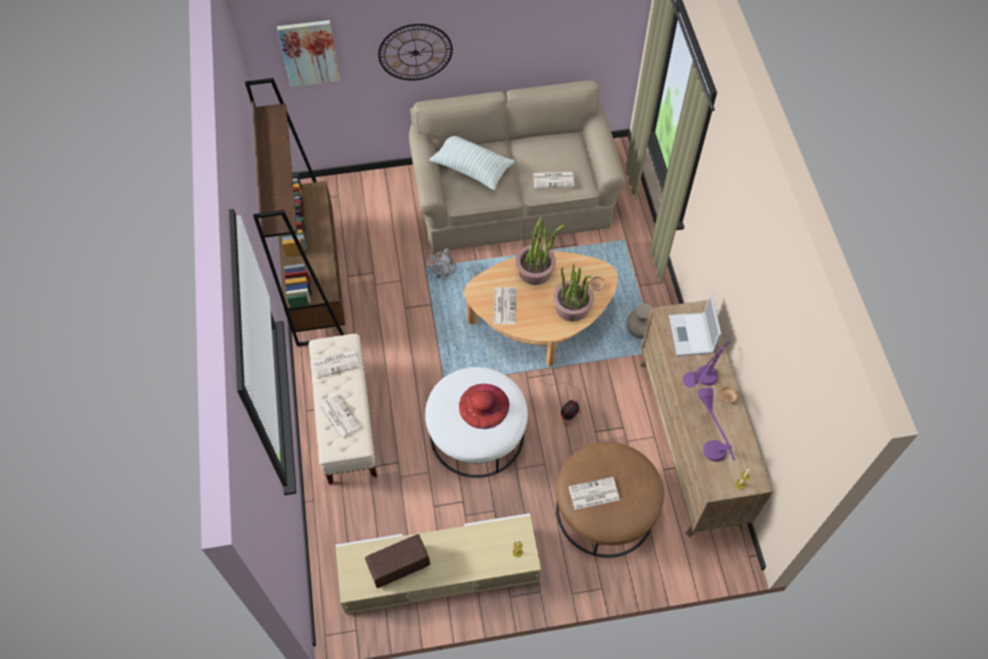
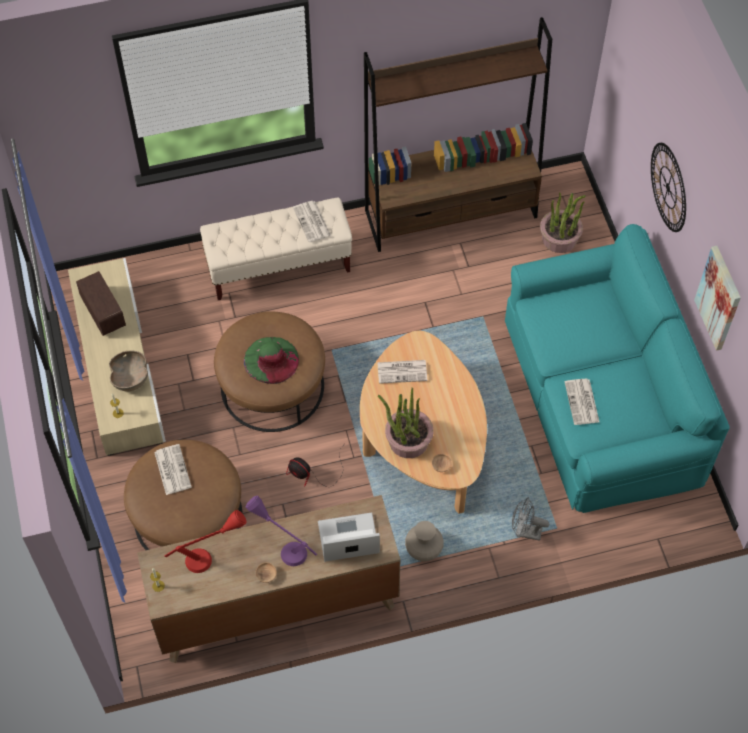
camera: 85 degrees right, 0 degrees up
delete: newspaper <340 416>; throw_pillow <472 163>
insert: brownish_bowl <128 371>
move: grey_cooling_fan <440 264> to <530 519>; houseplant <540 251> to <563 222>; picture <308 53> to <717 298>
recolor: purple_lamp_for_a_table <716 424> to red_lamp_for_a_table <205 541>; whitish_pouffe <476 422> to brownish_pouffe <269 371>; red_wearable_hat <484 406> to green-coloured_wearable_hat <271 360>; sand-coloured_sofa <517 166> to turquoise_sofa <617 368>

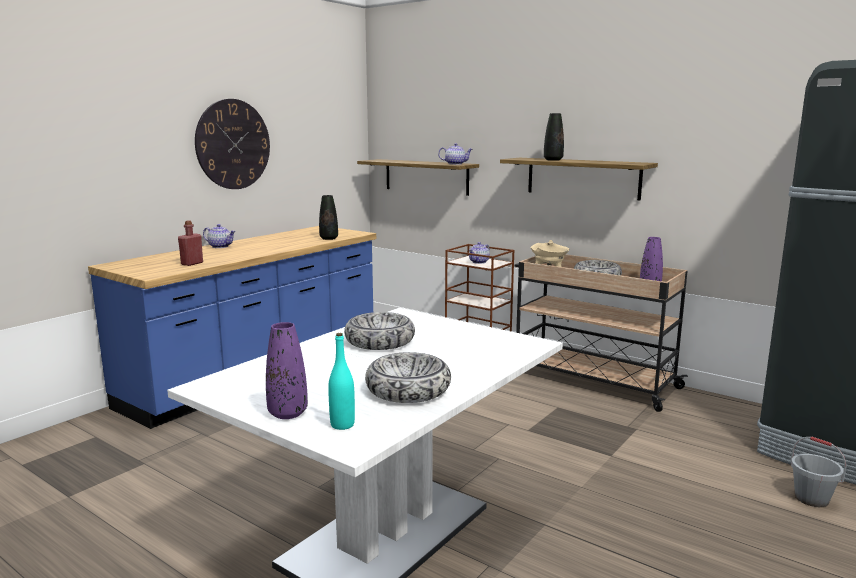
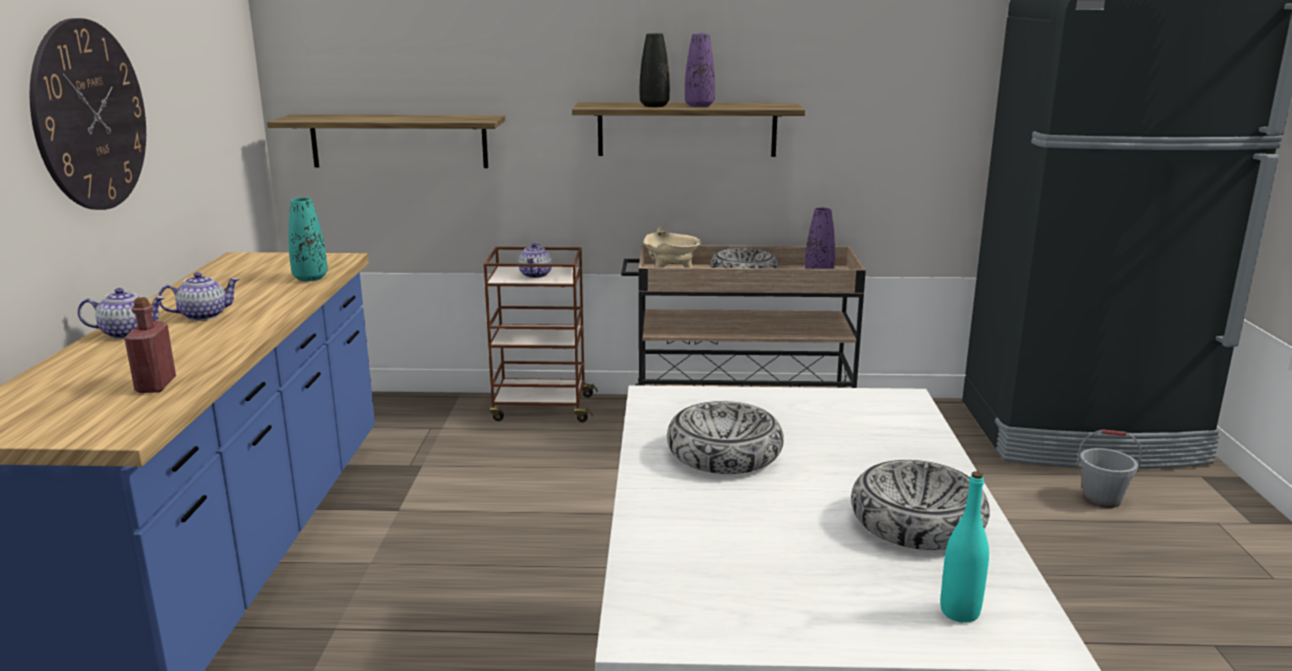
camera: 35 degrees left, 5 degrees up
move: tea_pot <455 154> to <199 296>; purple_flower_vase <287 370> to <700 70>
recolor: black-coloured_flower_vase <328 217> to turquoise_flower_vase <308 240>

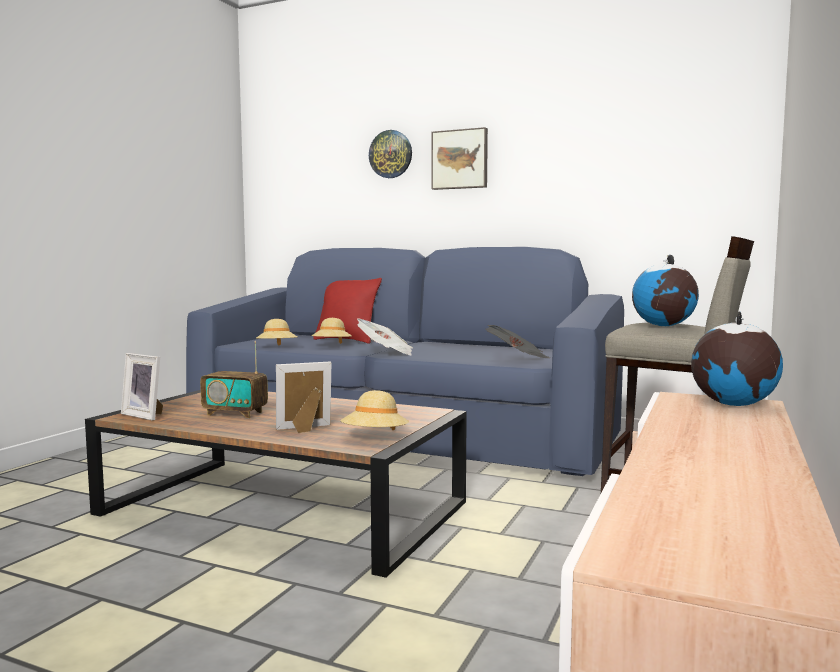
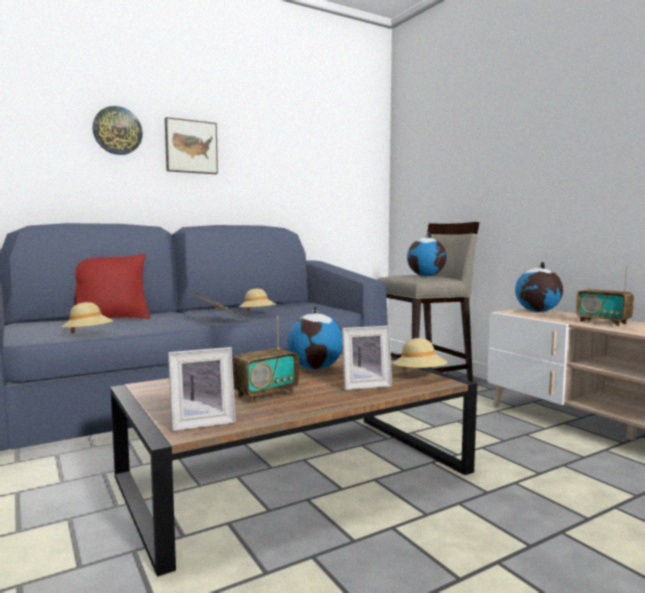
camera: 55 degrees left, 0 degrees up
delete: newspaper <517 341>
insert: world_globe <314 337>; radio_receiver <605 296>
move: sand-coloured_wearable_hat <331 331> to <257 301>
rotate: picture_frame <303 397> = <367 358> 120 degrees counterclockwise

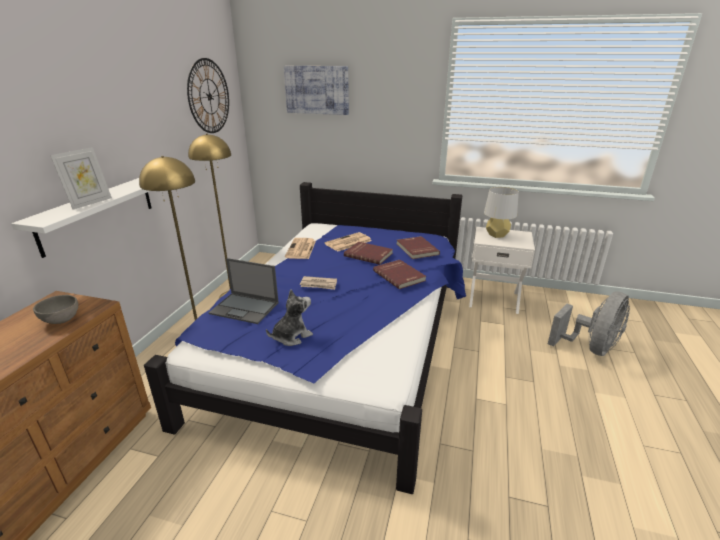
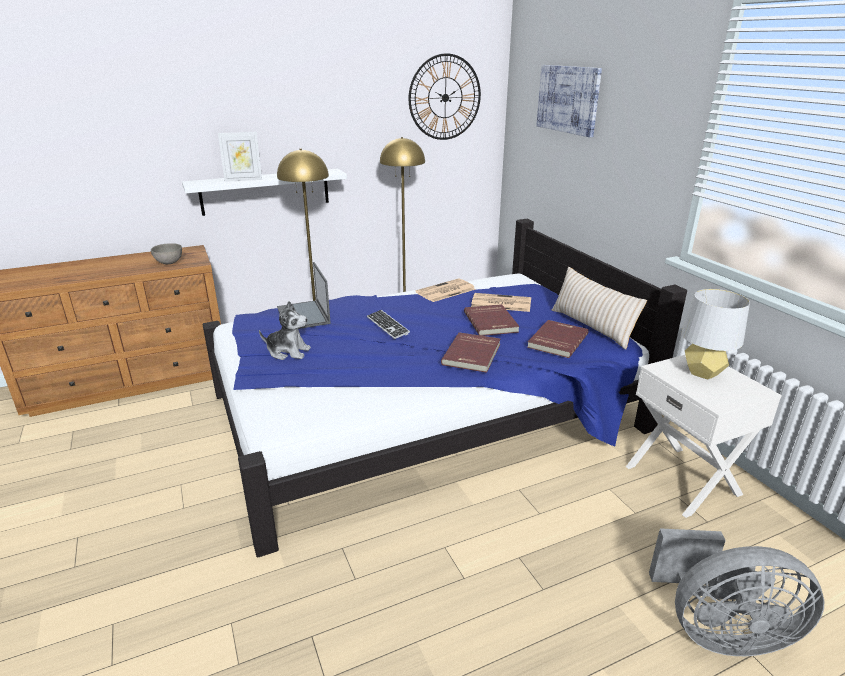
camera: 50 degrees right, 0 degrees up
insert: sand-coloured_throw_pillow <599 308>
replace: newspaper <318 283> to computer_keyboard <388 324>

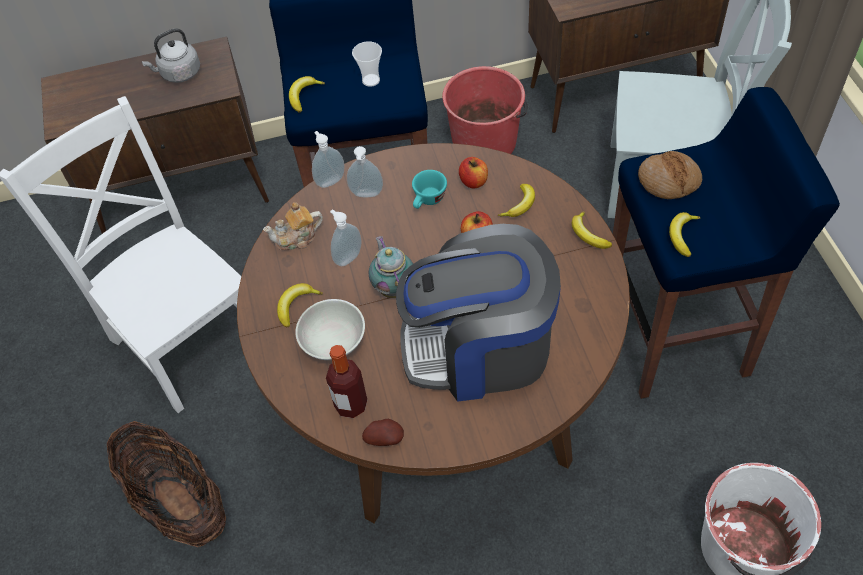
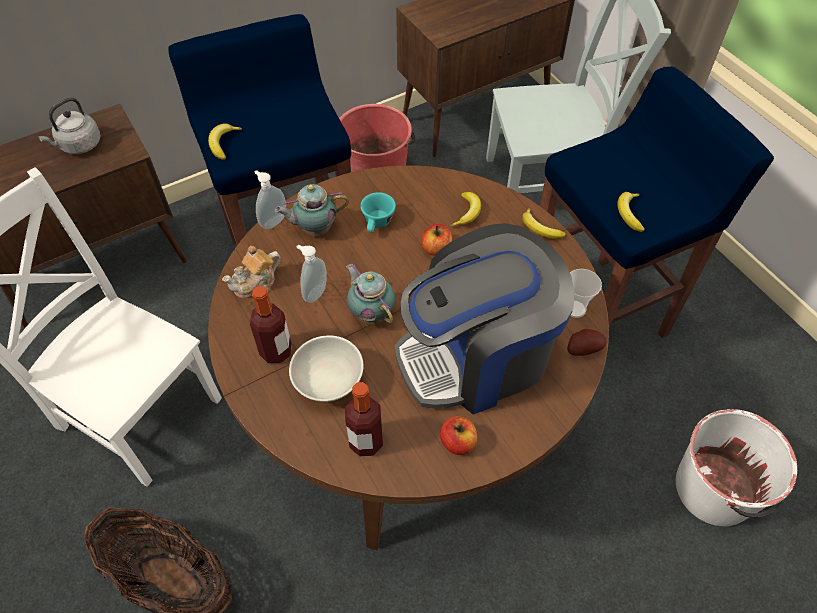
camera: 20 degrees left, 0 degrees up
delete: bakery_bread <670 175>
move: apple_fruit <473 172> to <458 436>; whole_potato <383 432> to <587 342>; small_cup <367 64> to <586 293>
replace: banana_fruit <300 305> to bottle <271 325>; soap_dispenser <365 171> to tea_pot <312 210>

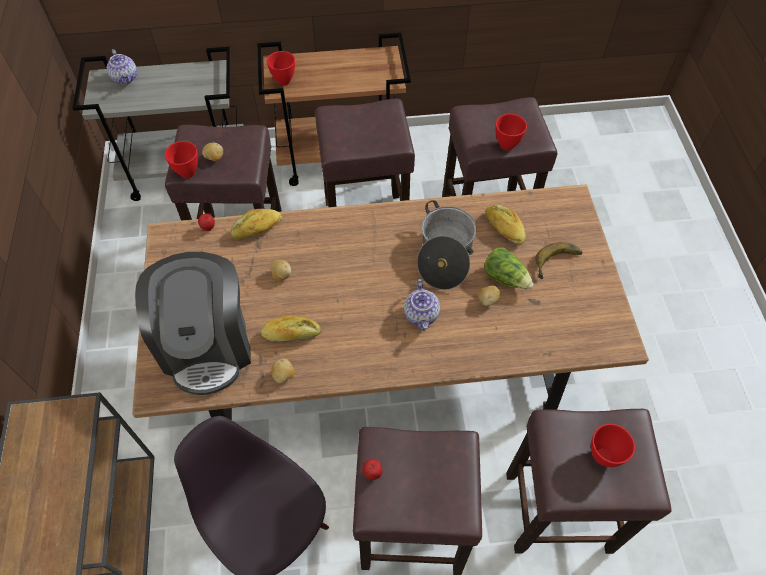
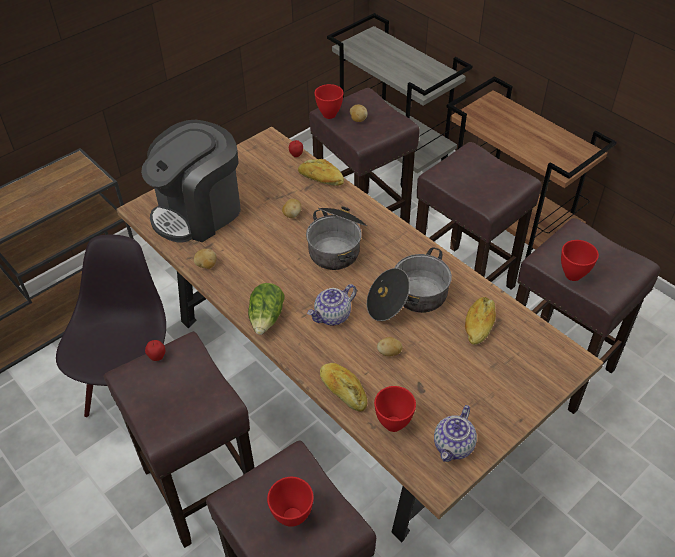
camera: 55 degrees right, 10 degrees down
delete: banana_fruit <558 260>
insert: stockpot <336 238>
move: lettuce_head <508 268> to <266 309>; bakery_bread <291 328> to <343 387>; red_bowl <281 68> to <395 409>; tea_pot <122 67> to <455 433>

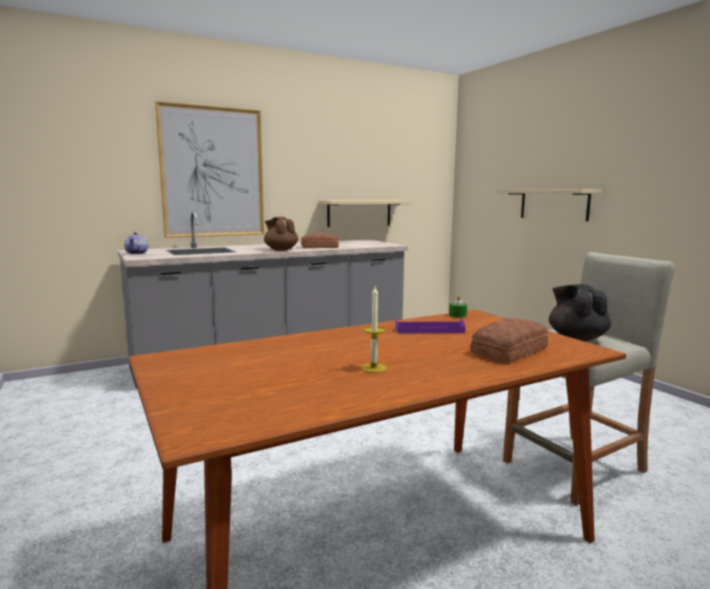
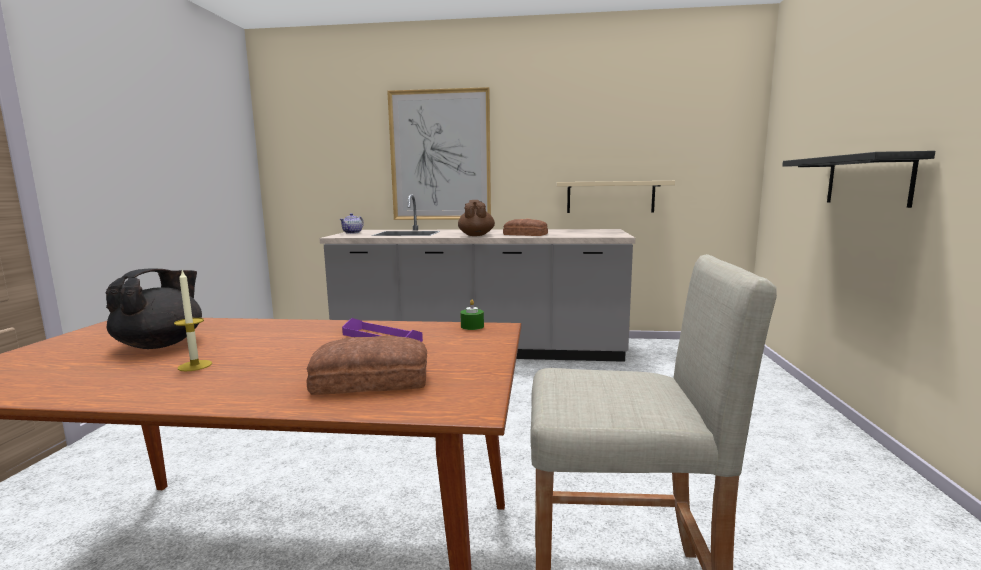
camera: 35 degrees right, 0 degrees up
move: black-coloured_tea_pot <580 312> to <154 308>
recolor: sand-coloured_bracket_shelf <549 205> to black-coloured_bracket_shelf <858 179>

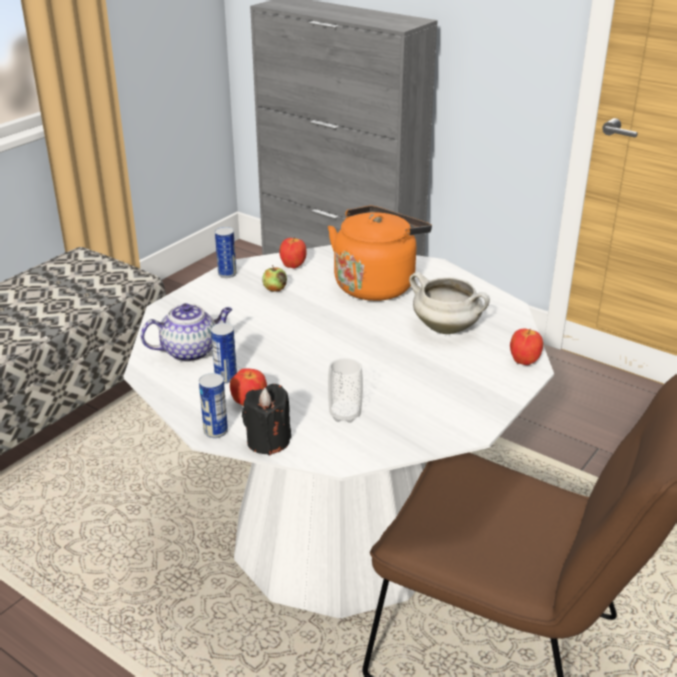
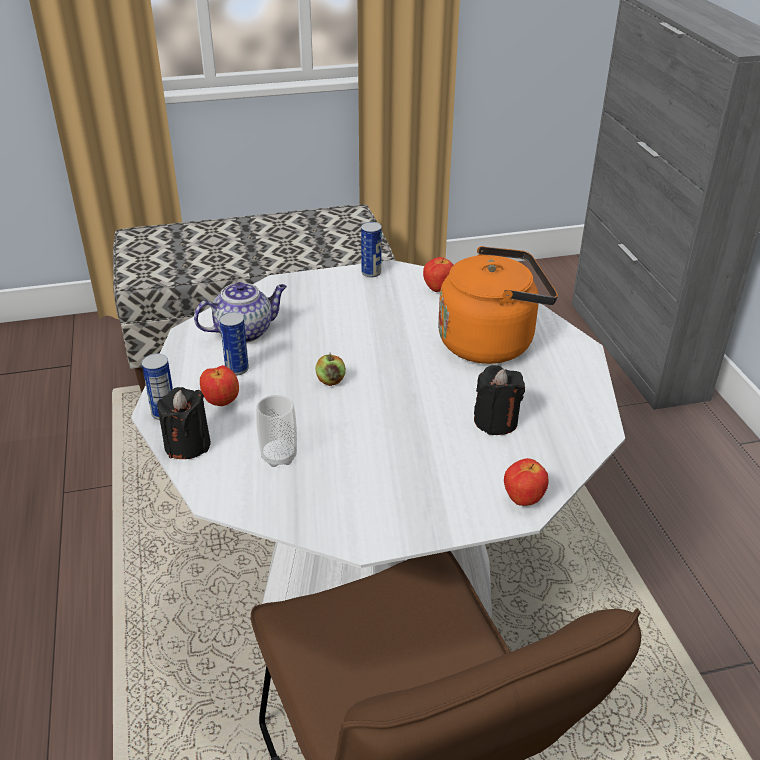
camera: 40 degrees right, 5 degrees up
move: apple_fruit <275 278> to <330 369>
replace: whitish_stockpot <449 303> to black-coloured_wax_light <499 400>
rotate: tea_pot <186 332> = <240 312> 45 degrees counterclockwise

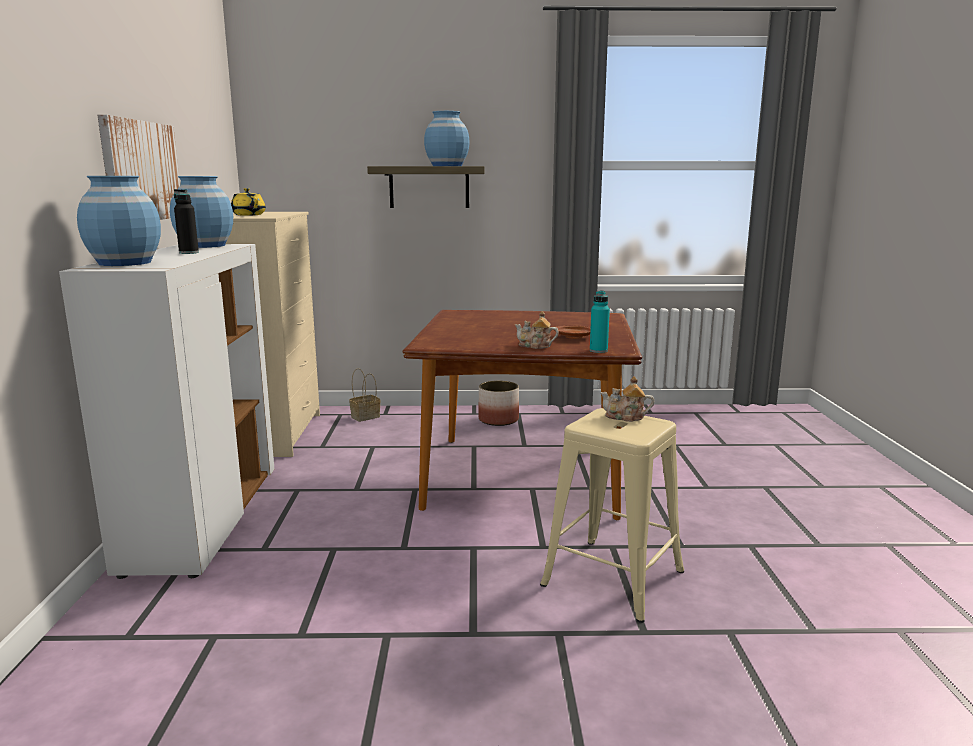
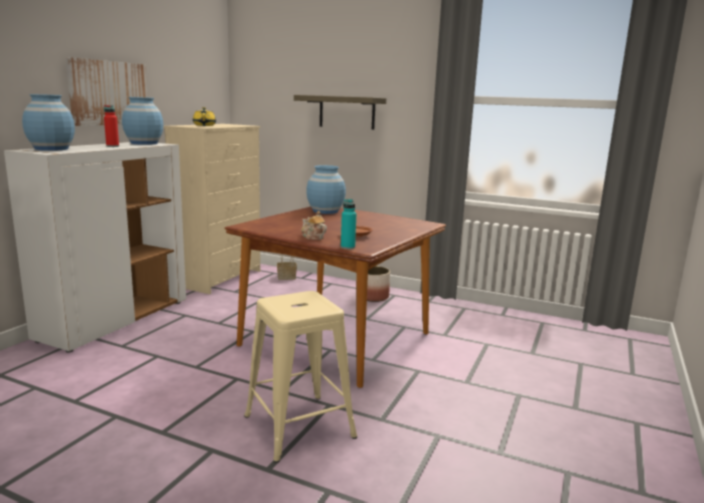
camera: 25 degrees right, 0 degrees up
delete: tea_pot <627 399>
move: blue_flower_vase <447 138> to <326 189>
recolor: black-coloured_bottle <186 221> to red_bottle <111 126>

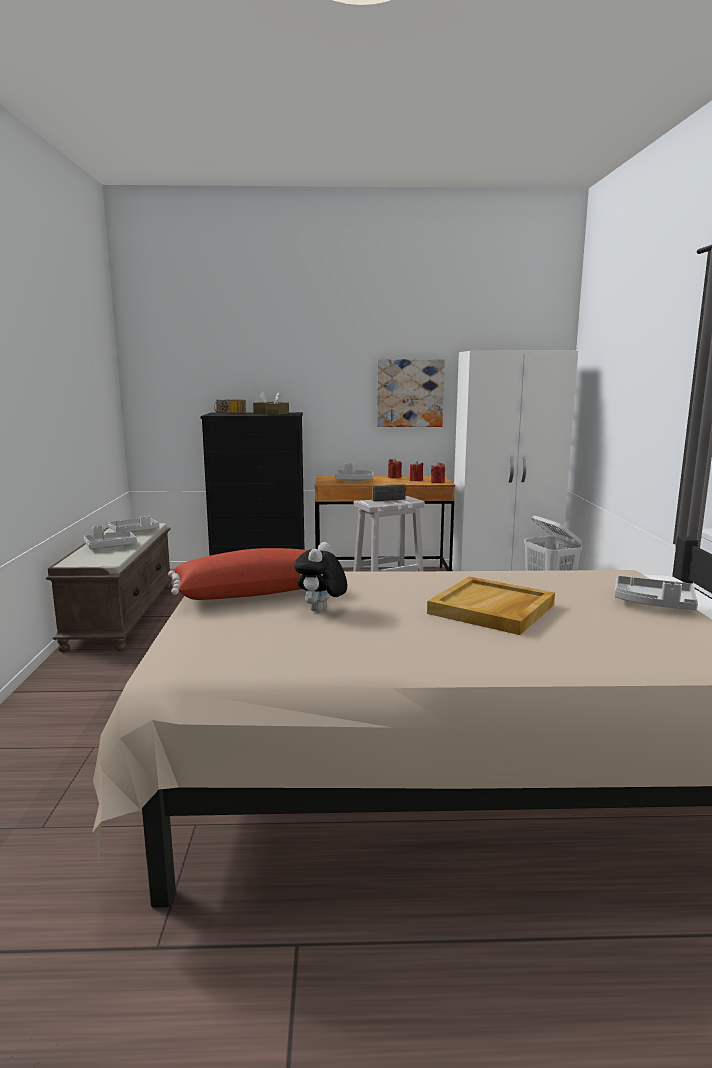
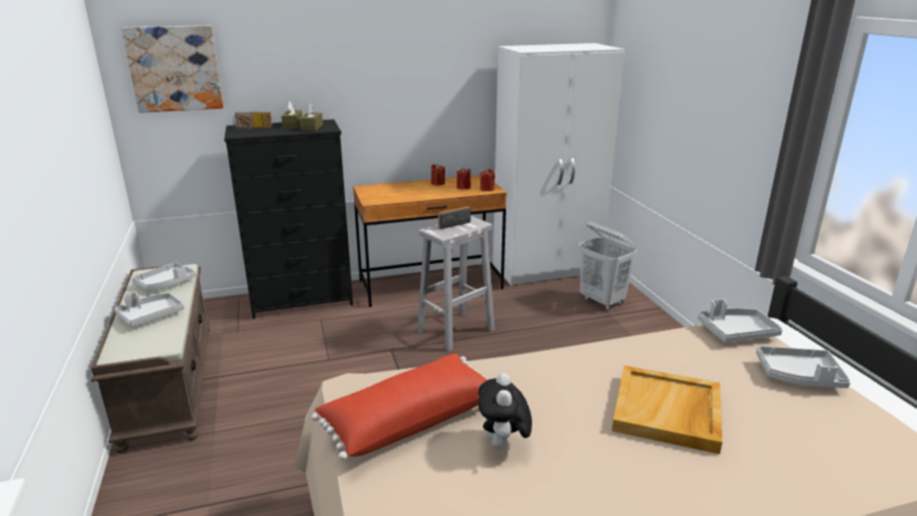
camera: 15 degrees left, 10 degrees up
move: picture <411 393> to <173 69>; grey_carrying_tray <354 472> to <740 321>

